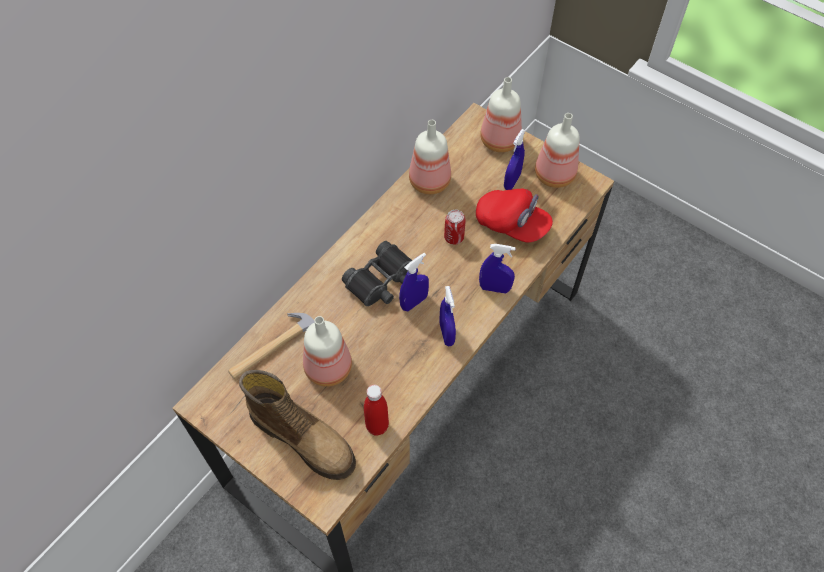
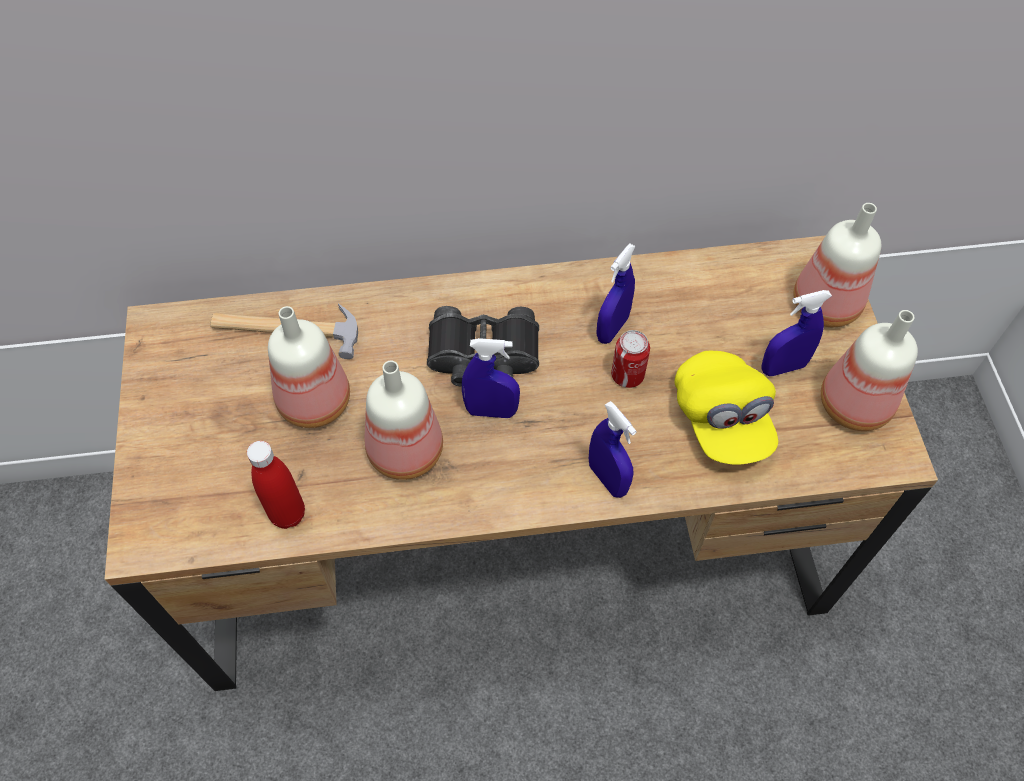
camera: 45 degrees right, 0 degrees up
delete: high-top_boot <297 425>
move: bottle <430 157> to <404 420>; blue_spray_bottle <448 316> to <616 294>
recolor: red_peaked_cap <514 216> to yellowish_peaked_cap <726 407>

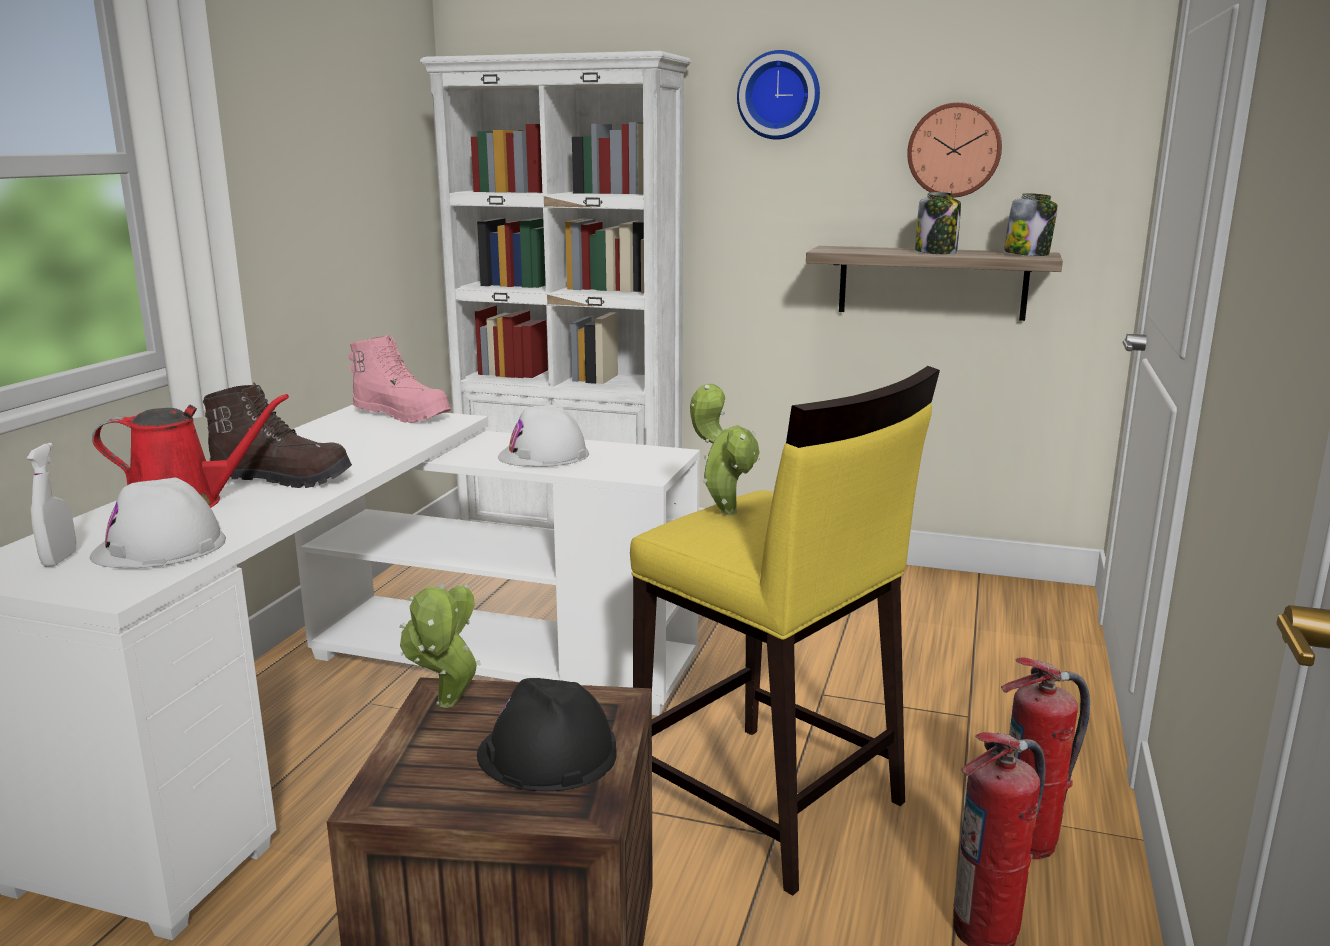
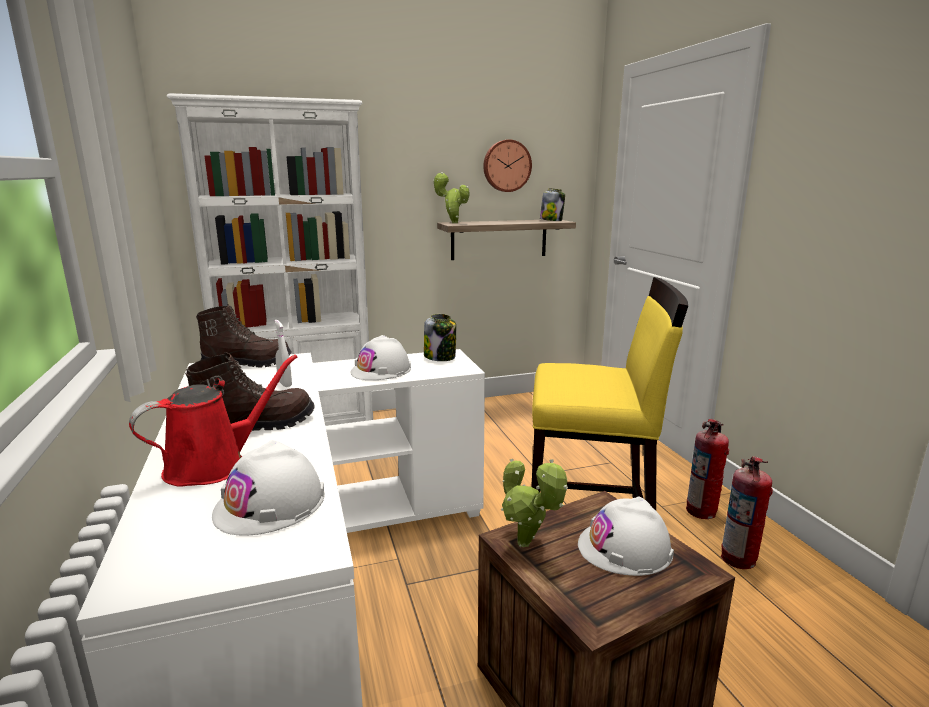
camera: 35 degrees left, 0 degrees up
delete: clock_on_the_wall <778 95>
move: whitish_spray_bottle <51 505> to <283 353>; jar <938 223> to <440 337>; houseplant <725 449> to <451 197>
recolor: pink_high-top_boot <399 379> to brownish_high-top_boot <244 336>; black-coloured_work_helmet <547 734> to whitish_work_helmet <626 536>

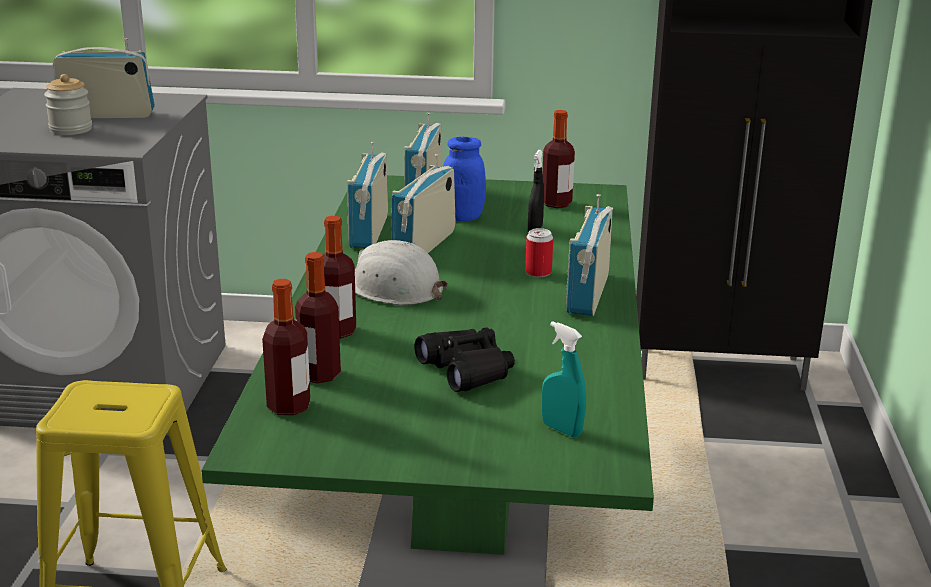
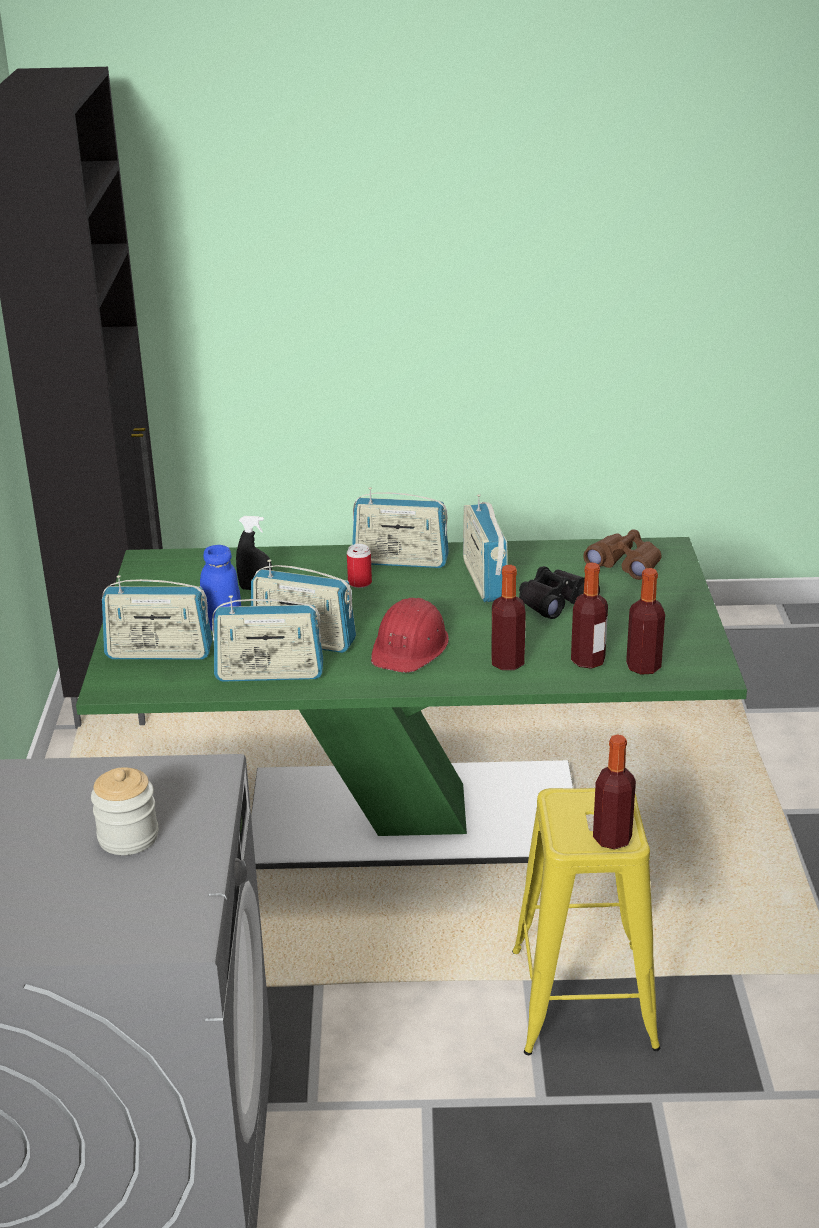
camera: 95 degrees left, 5 degrees up
move: radio_receiver <104 78> to <485 548>; bottle <558 159> to <614 791>
replace: turquoise_spray_bottle <564 379> to brownish_binoculars <622 554>
recolor: whitish_work_helmet <401 272> to red_work_helmet <410 635>

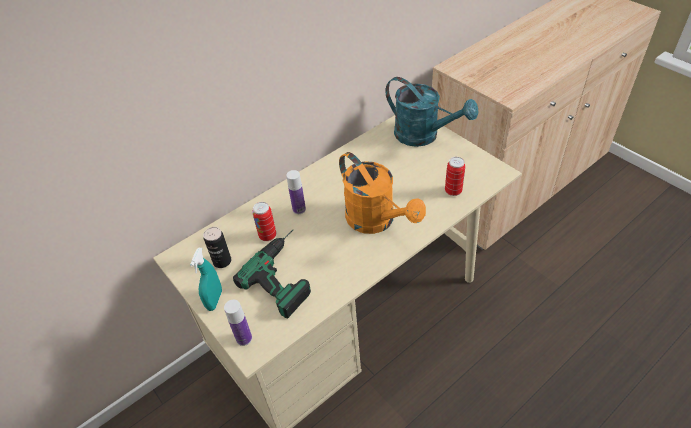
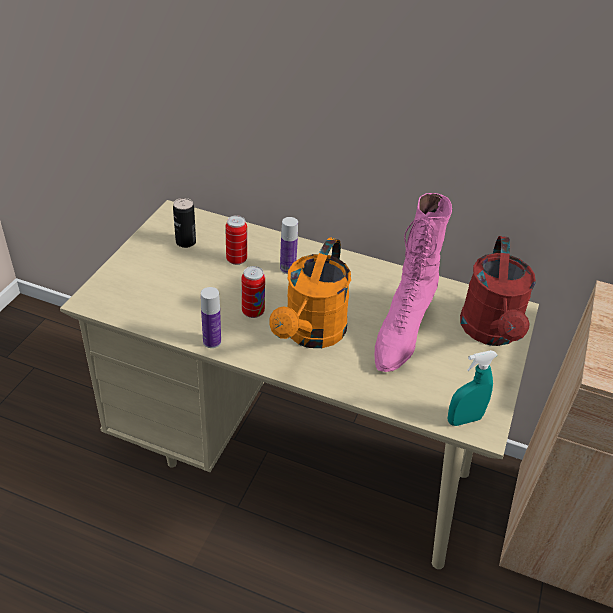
camera: 55 degrees right, 5 degrees down
delete: drill <272 274>
insert: pink_high-top_boot <413 282>
move: bottle <238 323> to <211 317>; metal_can <455 176> to <253 292>; turquoise_spray_bottle <206 279> to <473 388>
recolor: turquoise_watering_can <432 112> to red_watering_can <498 291>

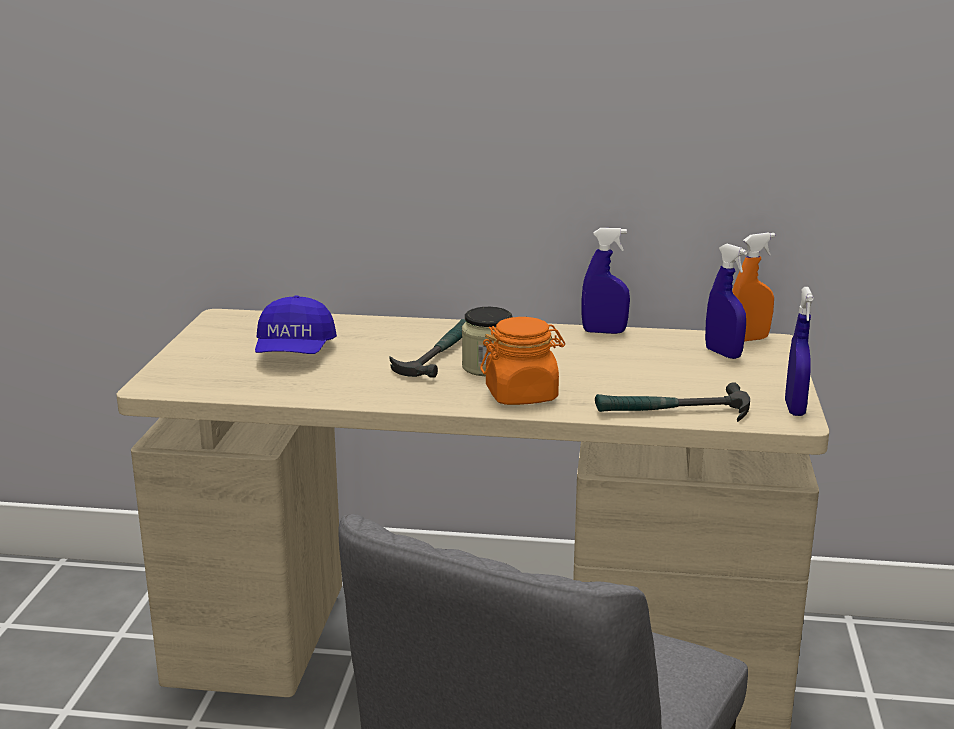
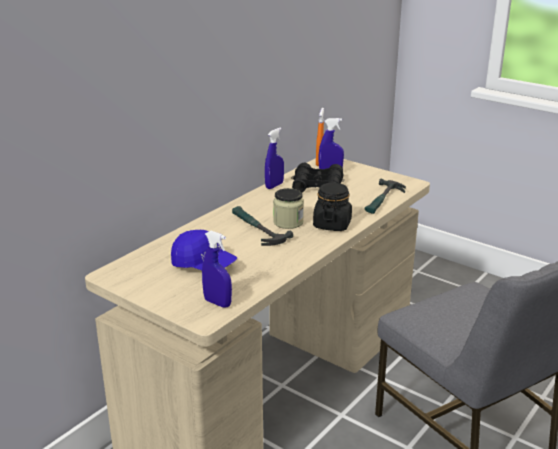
camera: 60 degrees left, 5 degrees up
insert: black-coloured_binoculars <317 177>
move: blue_spray_bottle <799 351> to <217 269>
recolor: orange-coloured_jar <522 361> to black-coloured_jar <332 207>

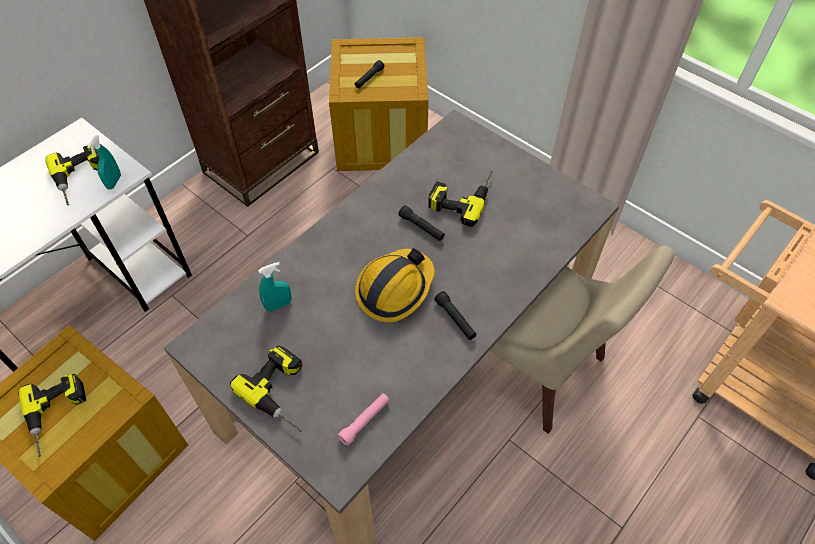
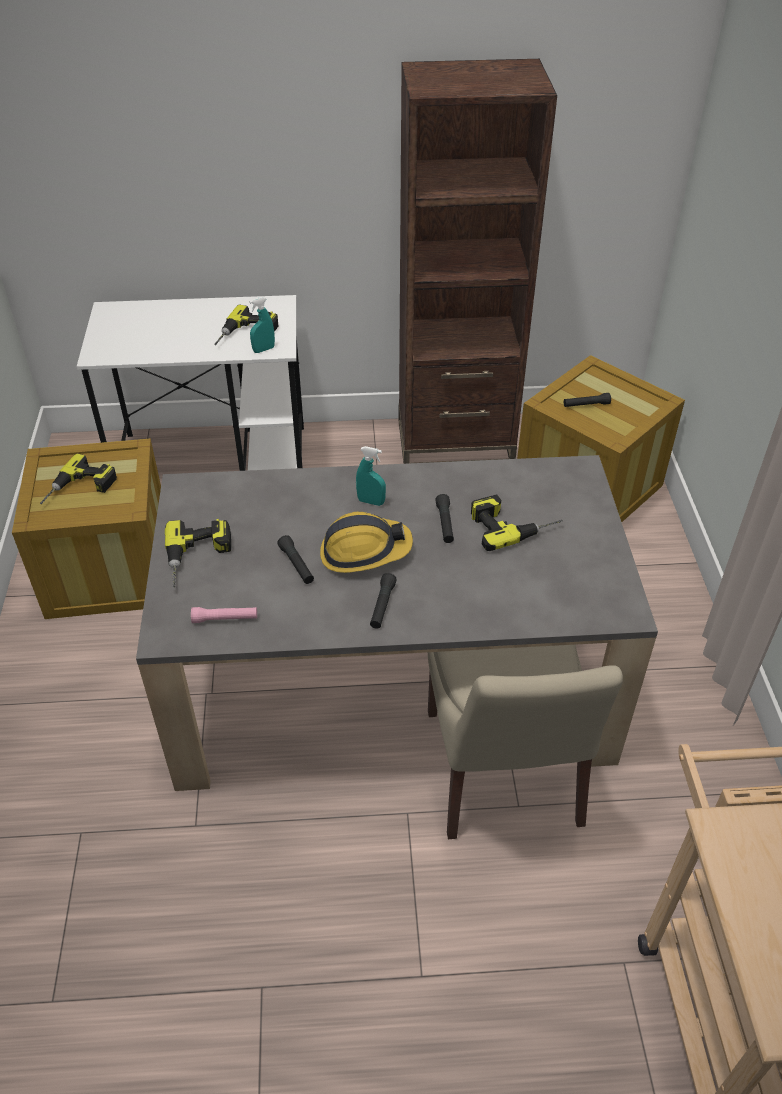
camera: 45 degrees right, 10 degrees down
insert: black-coloured_flashlight <295 559>
move: turquoise_spray_bottle <274 287> to <371 476>

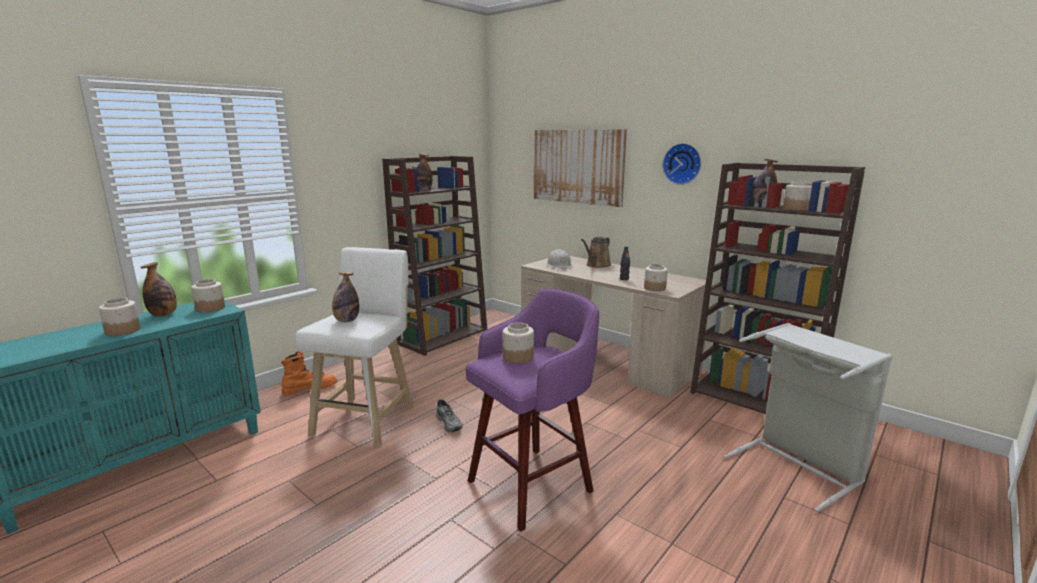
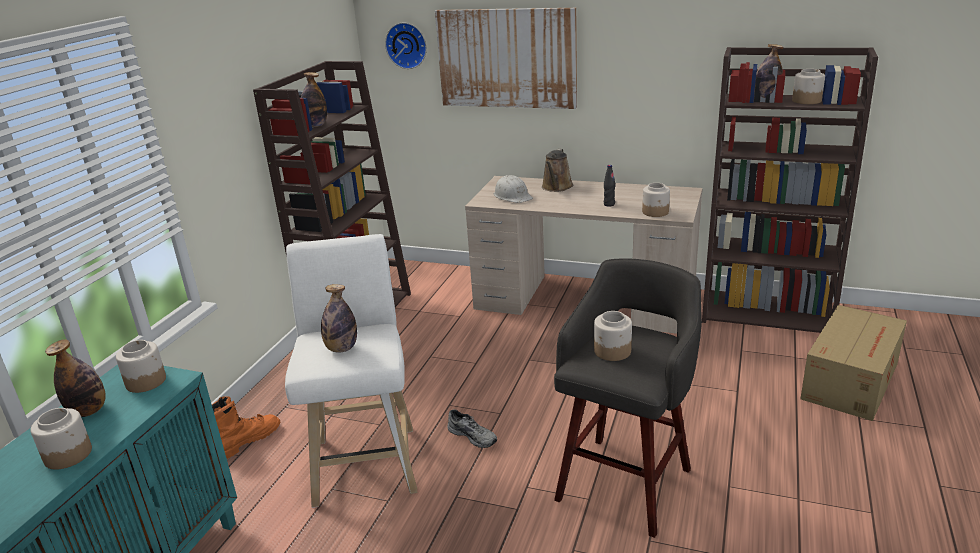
camera: 20 degrees left, 10 degrees up
move: clock_on_the_wall <681 164> to <406 46>
replace: grey_laundry_basket <808 417> to packing_box <853 363>
recolor: purple_stool_seat <532 410> to grey_stool_seat <628 398>

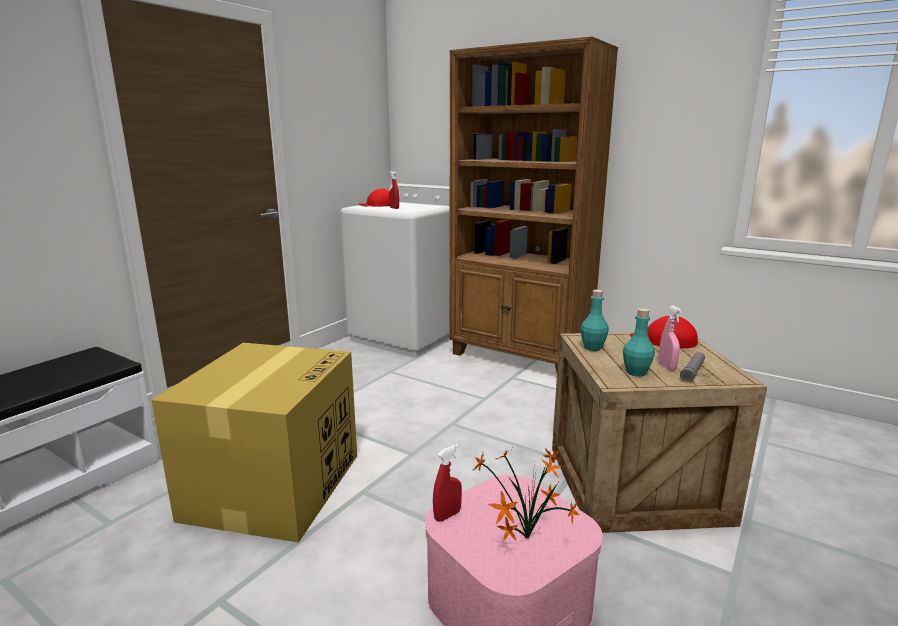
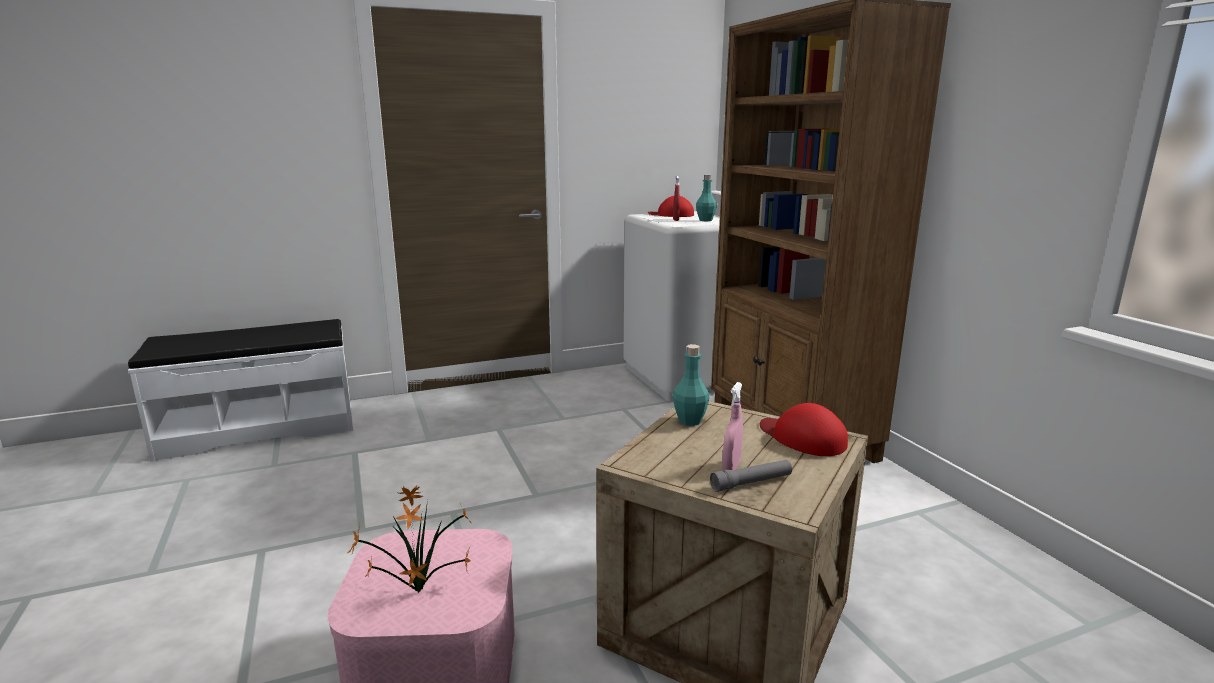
camera: 35 degrees right, 0 degrees up
delete: packing_box <254 443>; red_spray_bottle <447 483>
move: turquoise_bottle <639 342> to <706 198>

